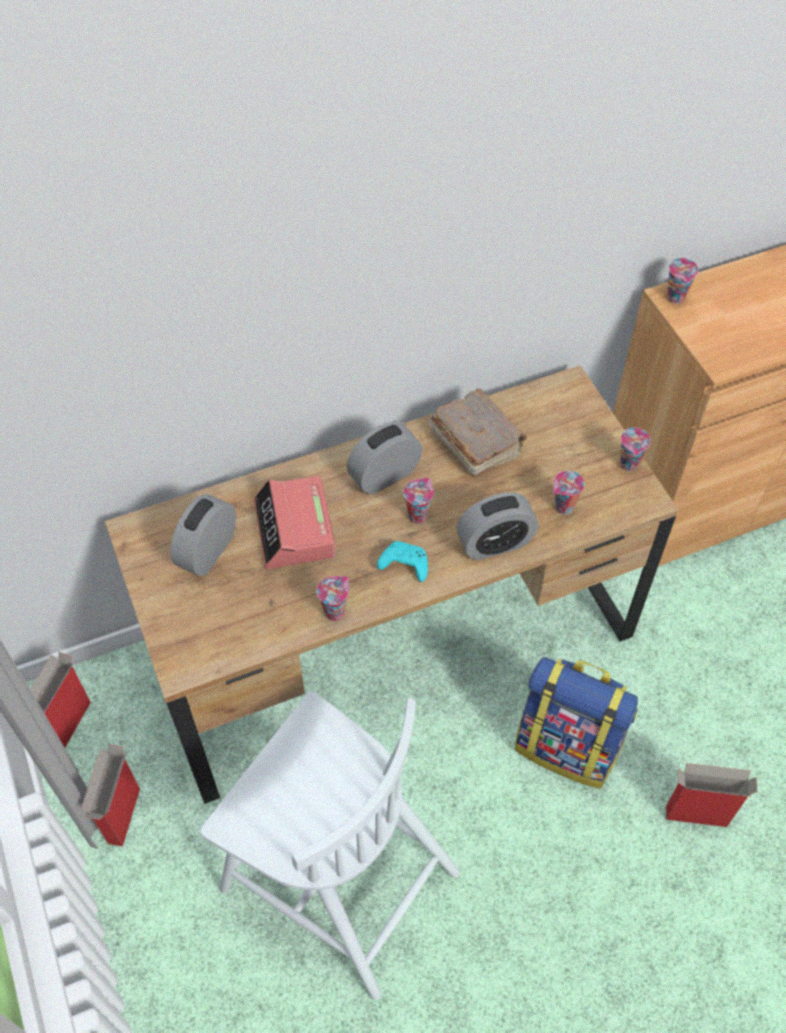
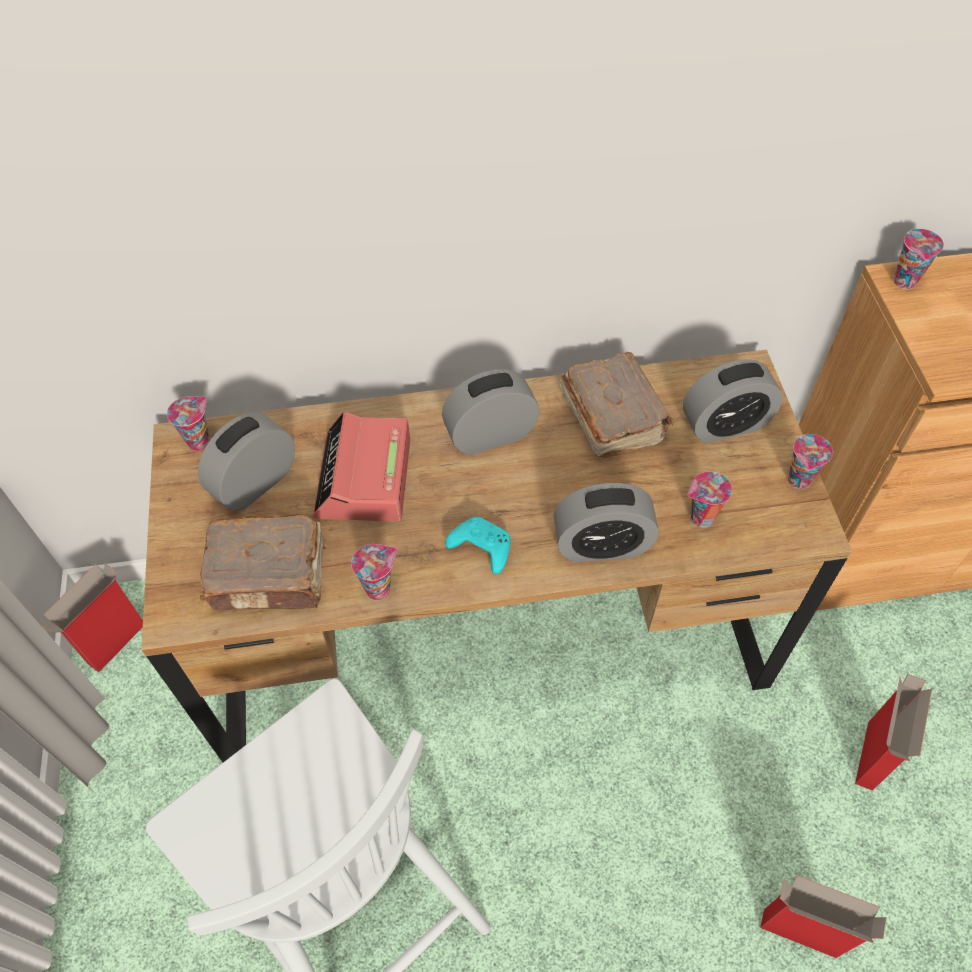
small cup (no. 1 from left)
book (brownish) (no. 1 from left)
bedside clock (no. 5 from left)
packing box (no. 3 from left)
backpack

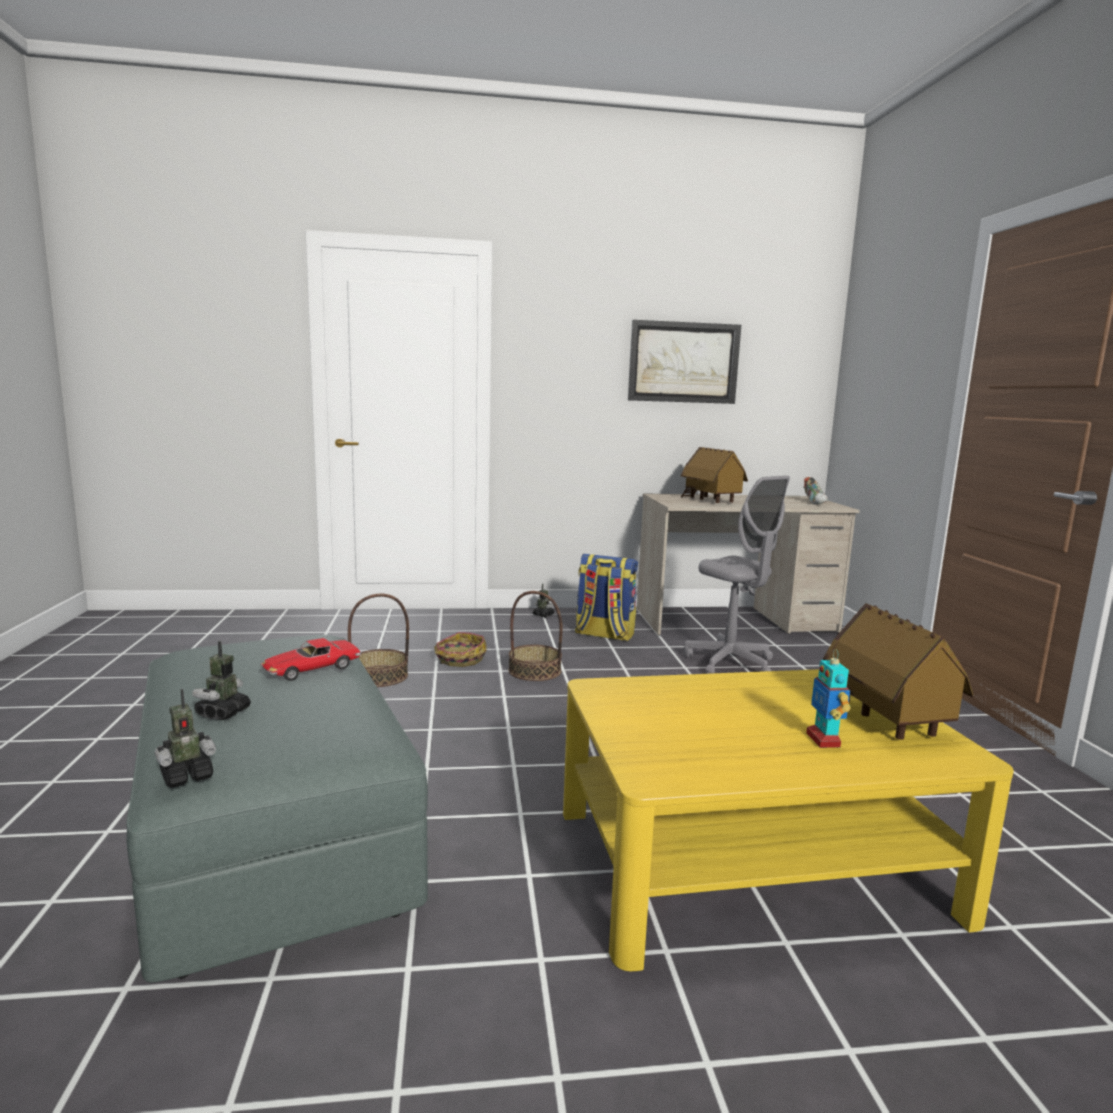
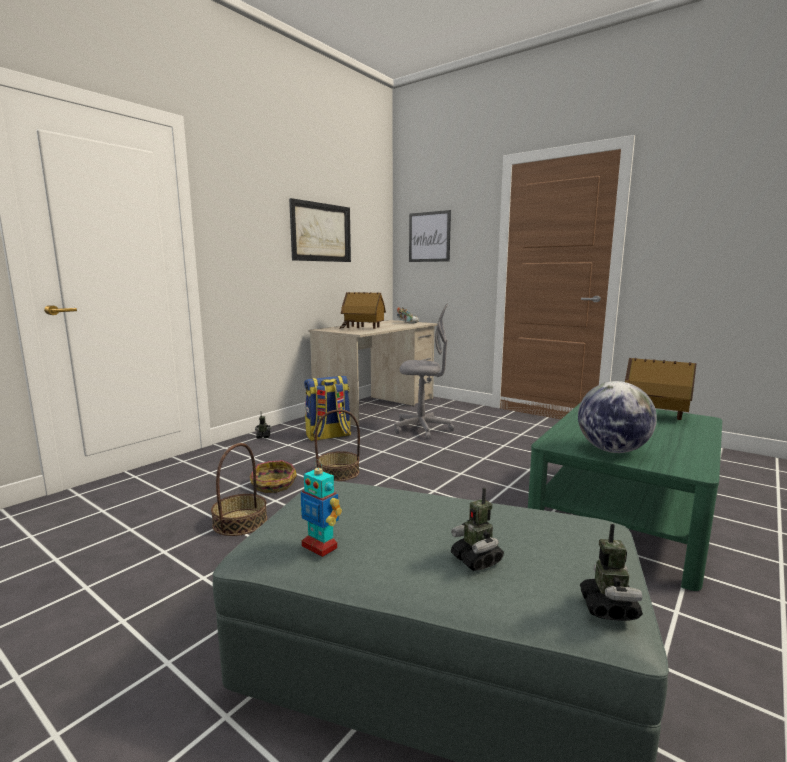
robot figure (no. 2 from left)
wall art (no. 2 from left)
low table (green-coloured)
world globe
miniature car

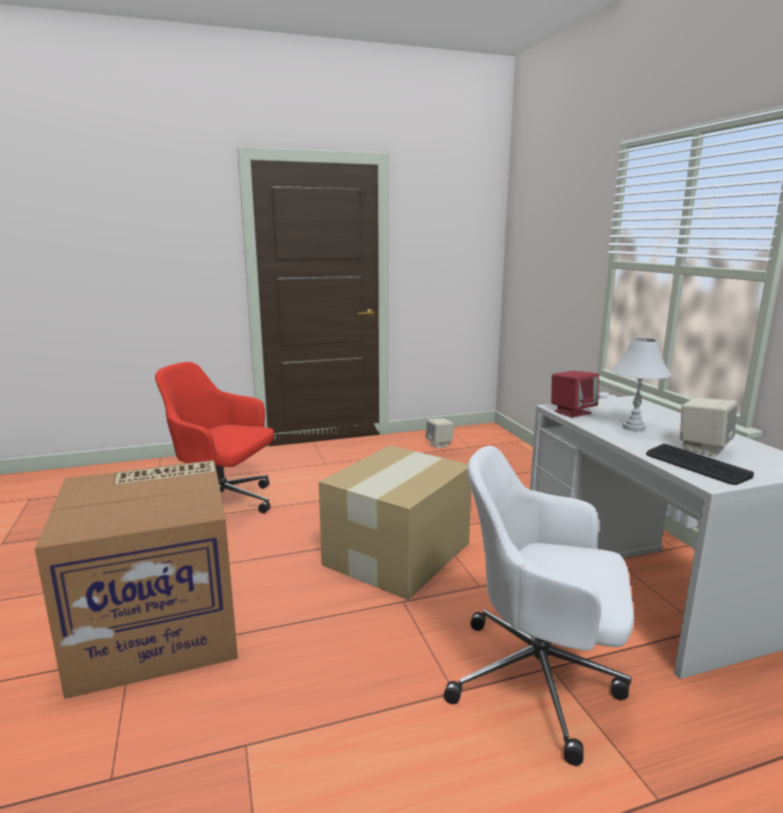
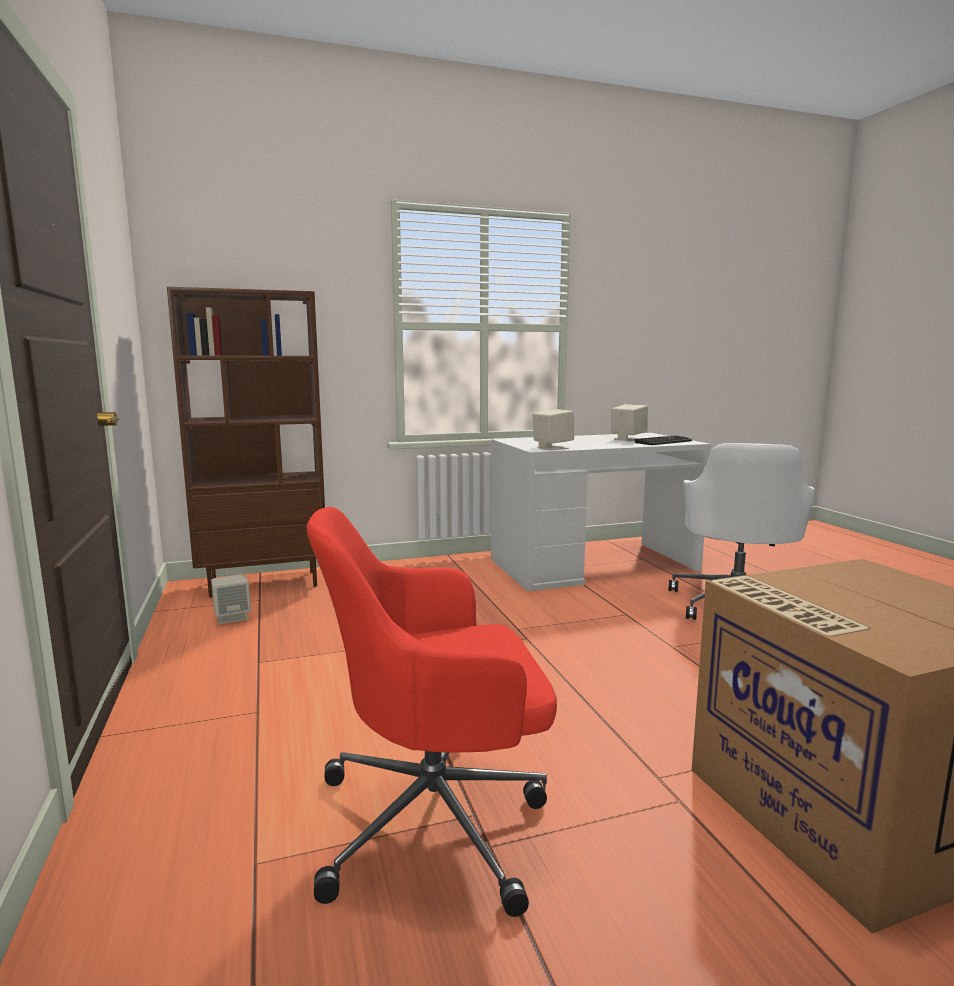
bookcase (brownish)
office chair (red-coloured)
audio speaker (beige) (no. 2 from left)
packing box (no. 2 from left in the first image)
table lamp (whitish)

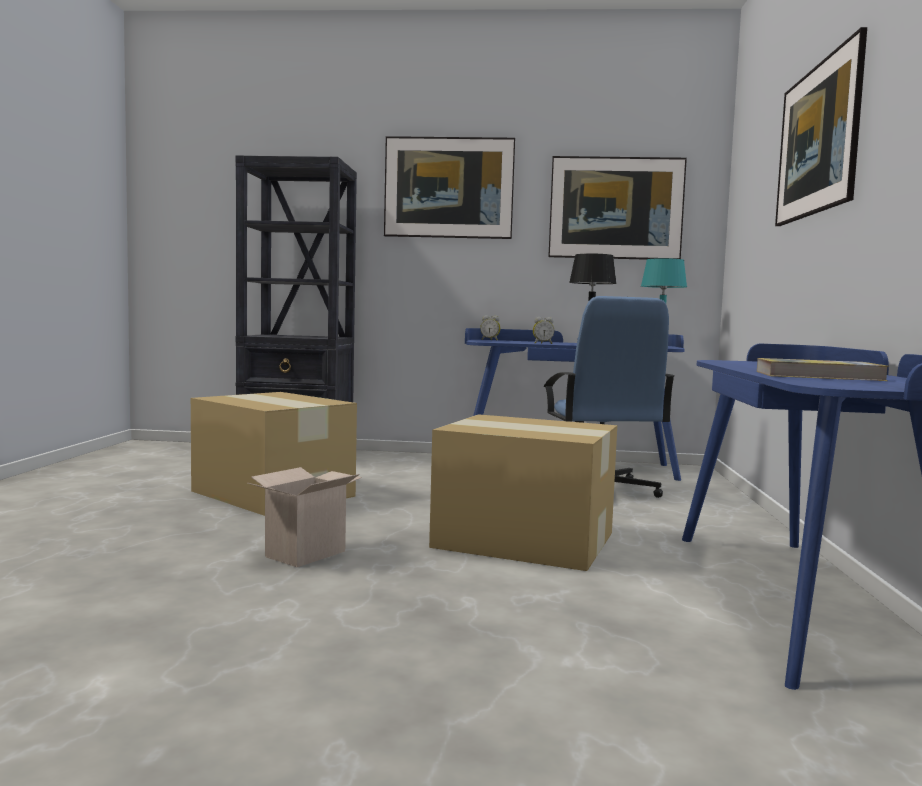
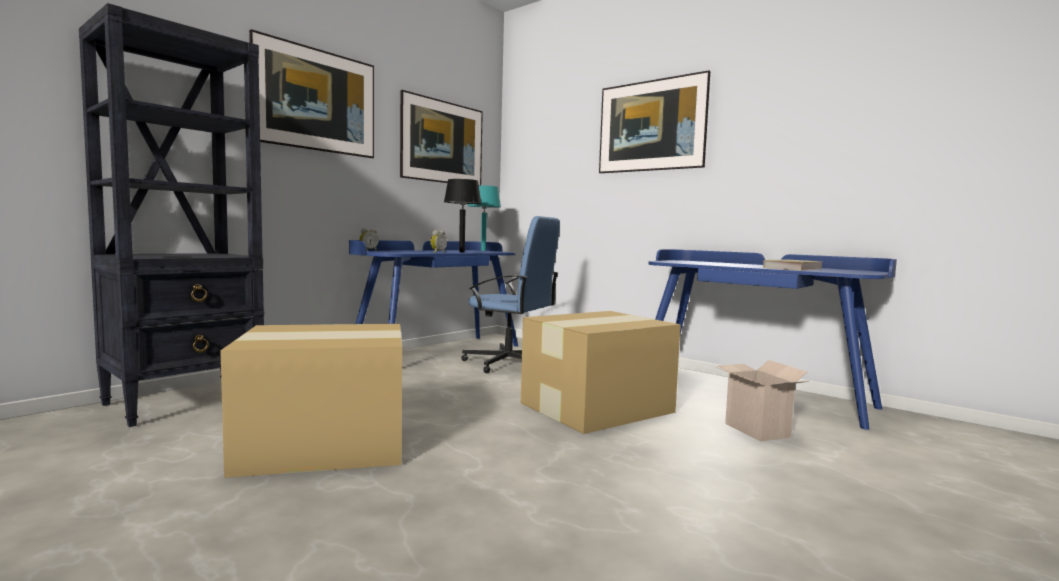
packing box (no. 3 from left)

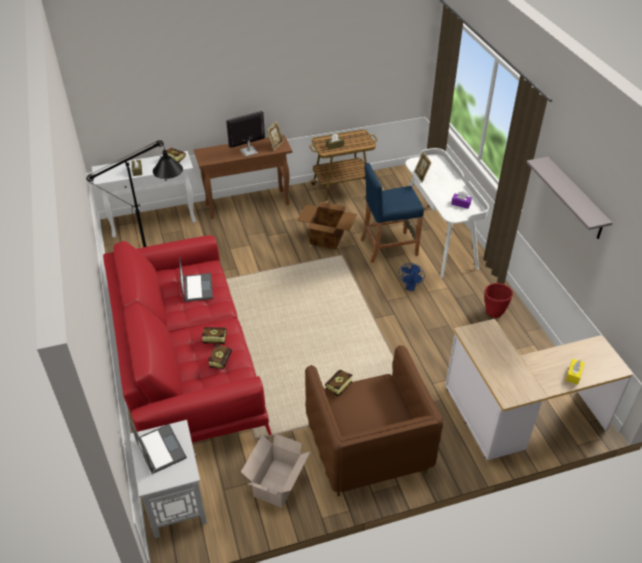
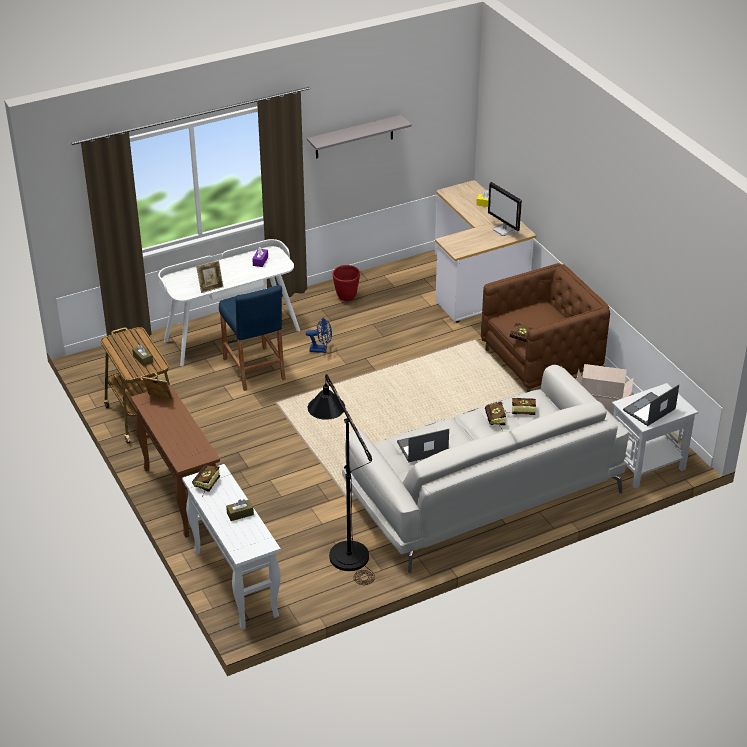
settee (whitish)
computer screen
packing box (no. 2 from left in the first image)

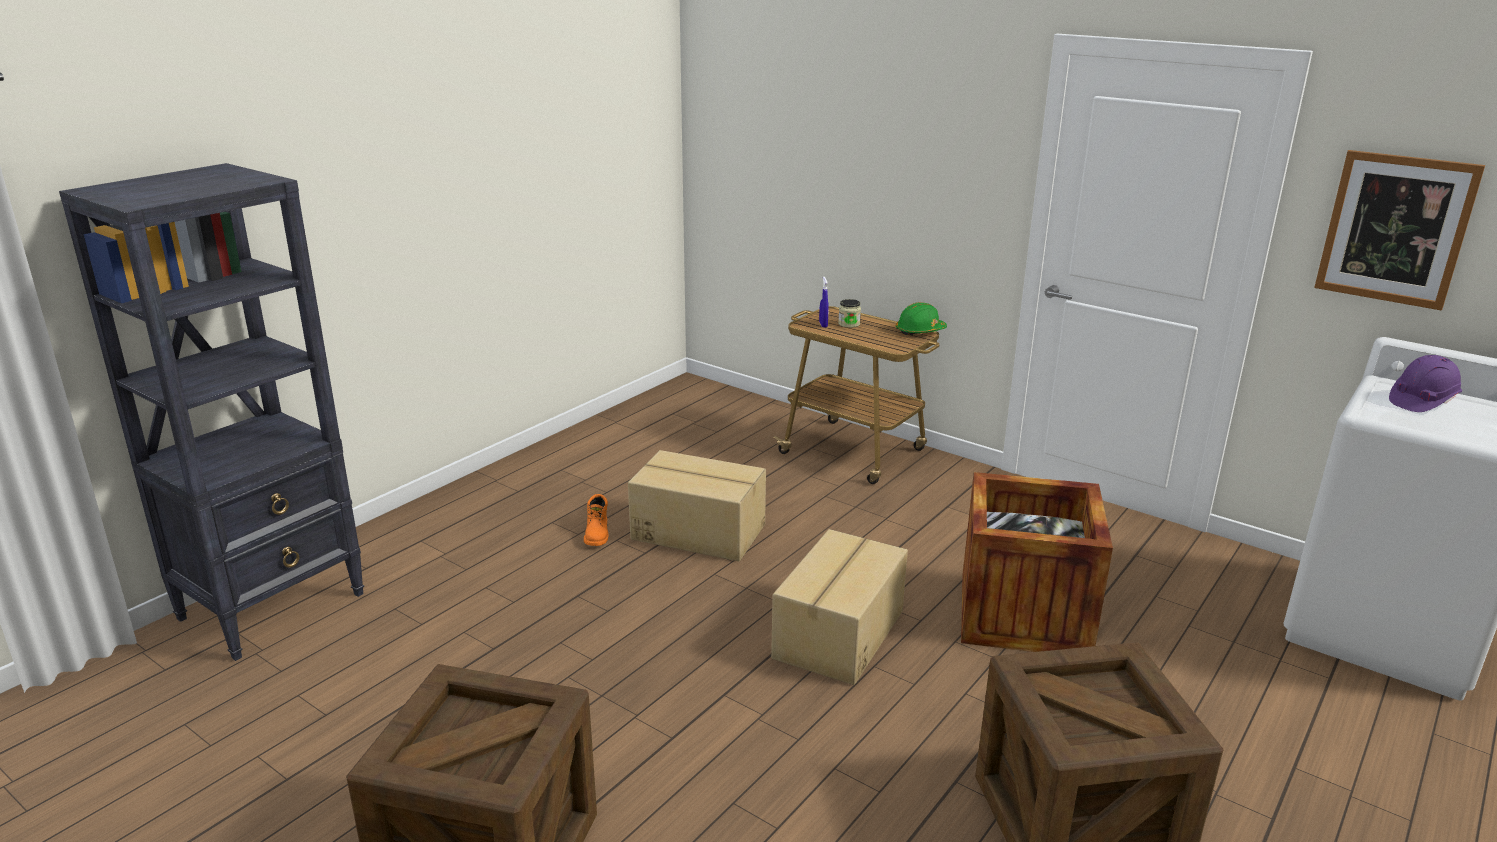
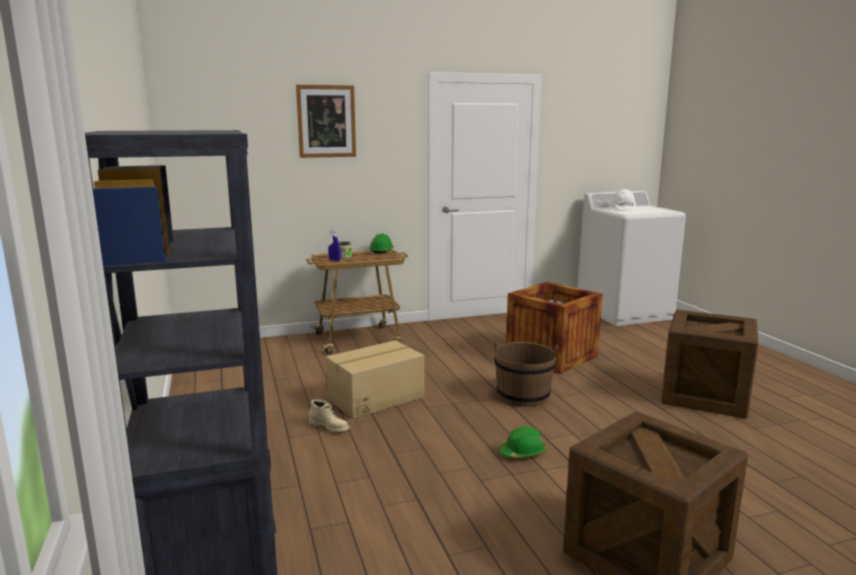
wall art
high-top boot (beige)
pail (brownish)
work helmet (green-coloured) (no. 2 from left)
work helmet (whitish)

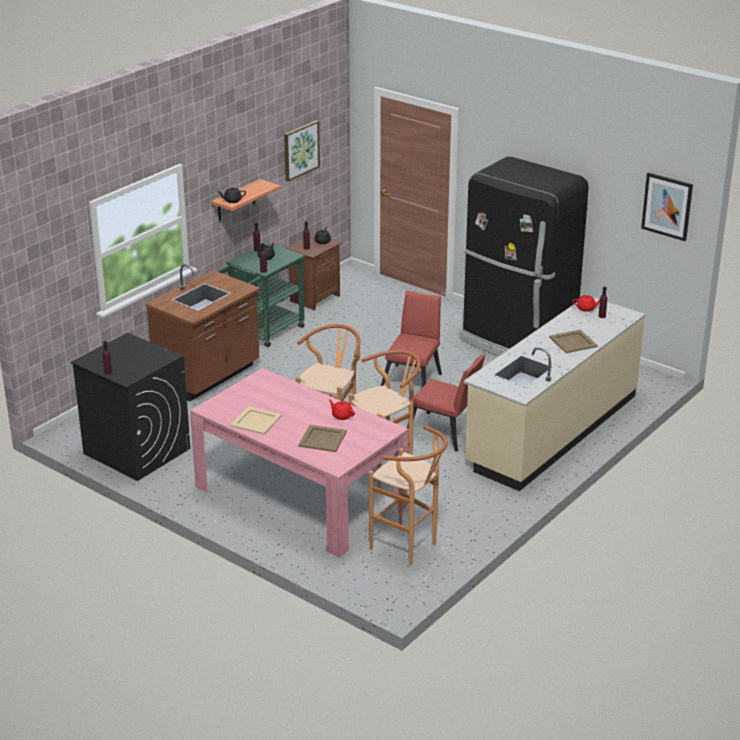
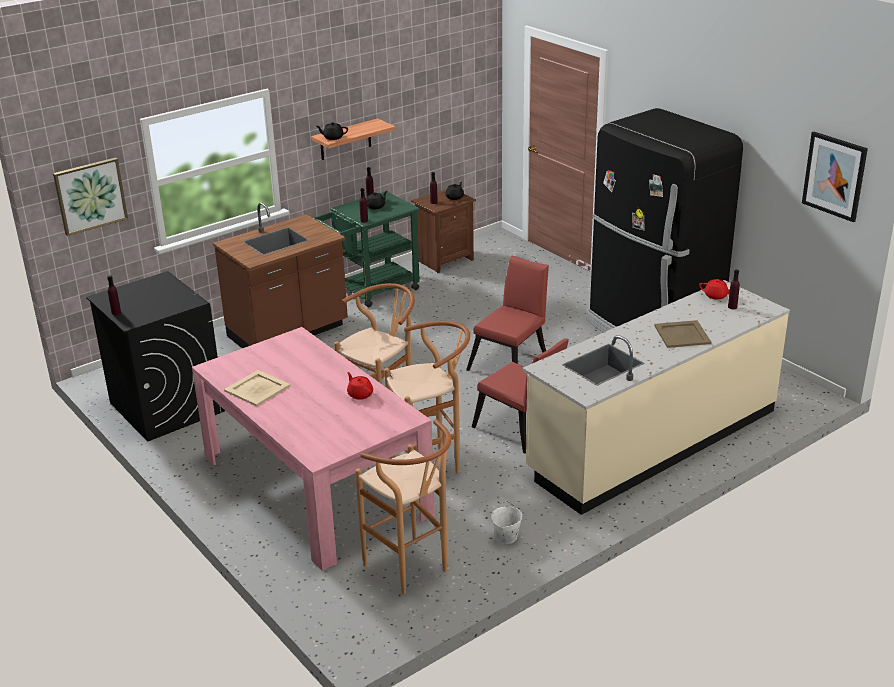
wall art (no. 1 from left)
pail (whitish)
carrying tray (beige) (no. 2 from left in the first image)

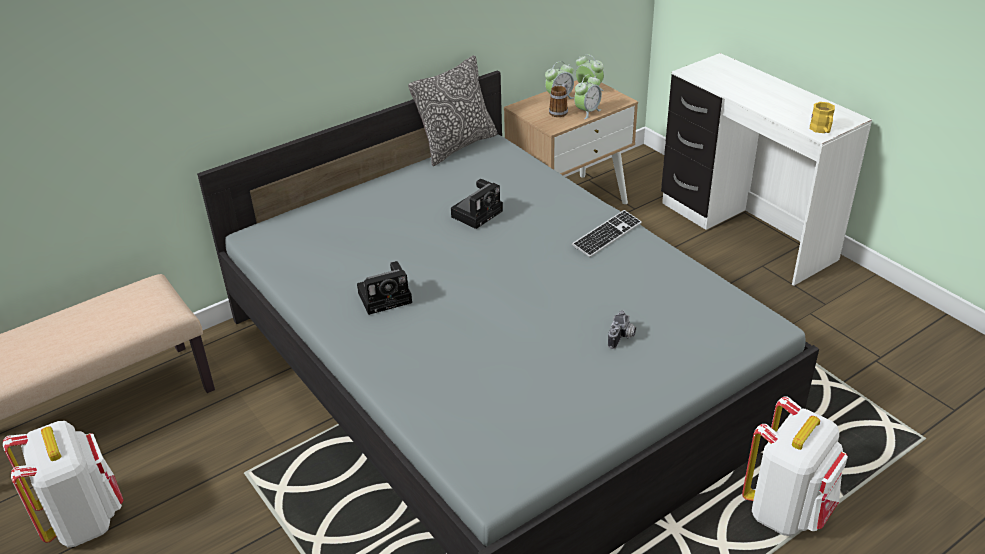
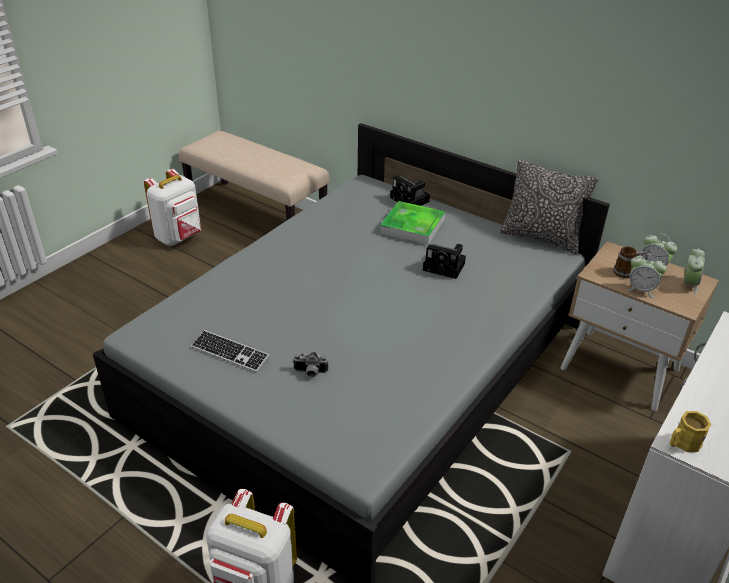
keyboard
carrying tray
photo camera (no. 2 from left)

